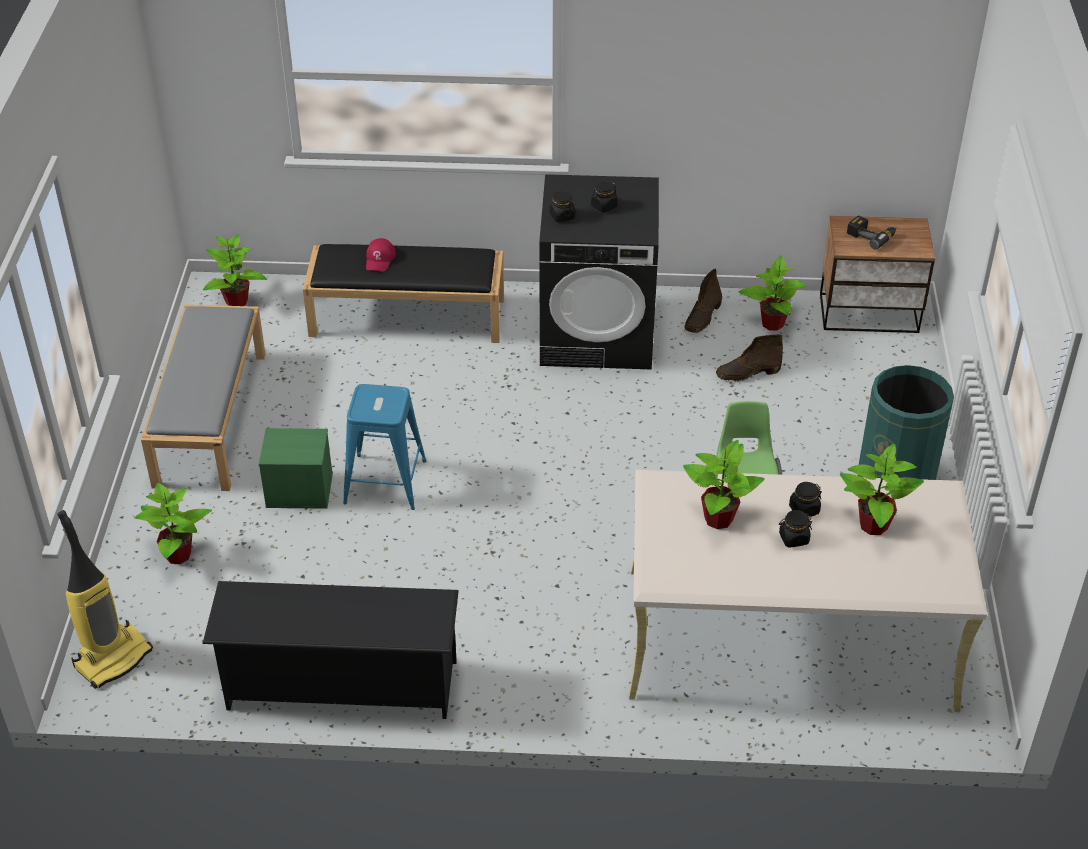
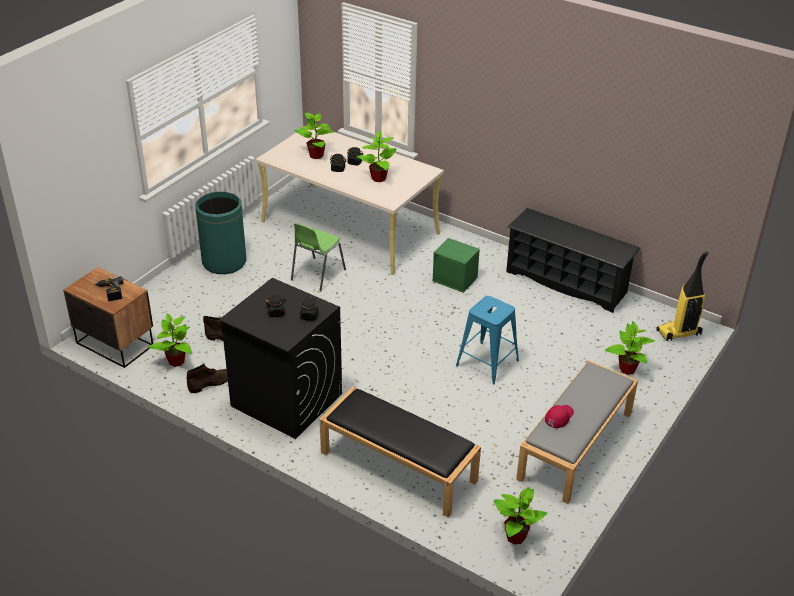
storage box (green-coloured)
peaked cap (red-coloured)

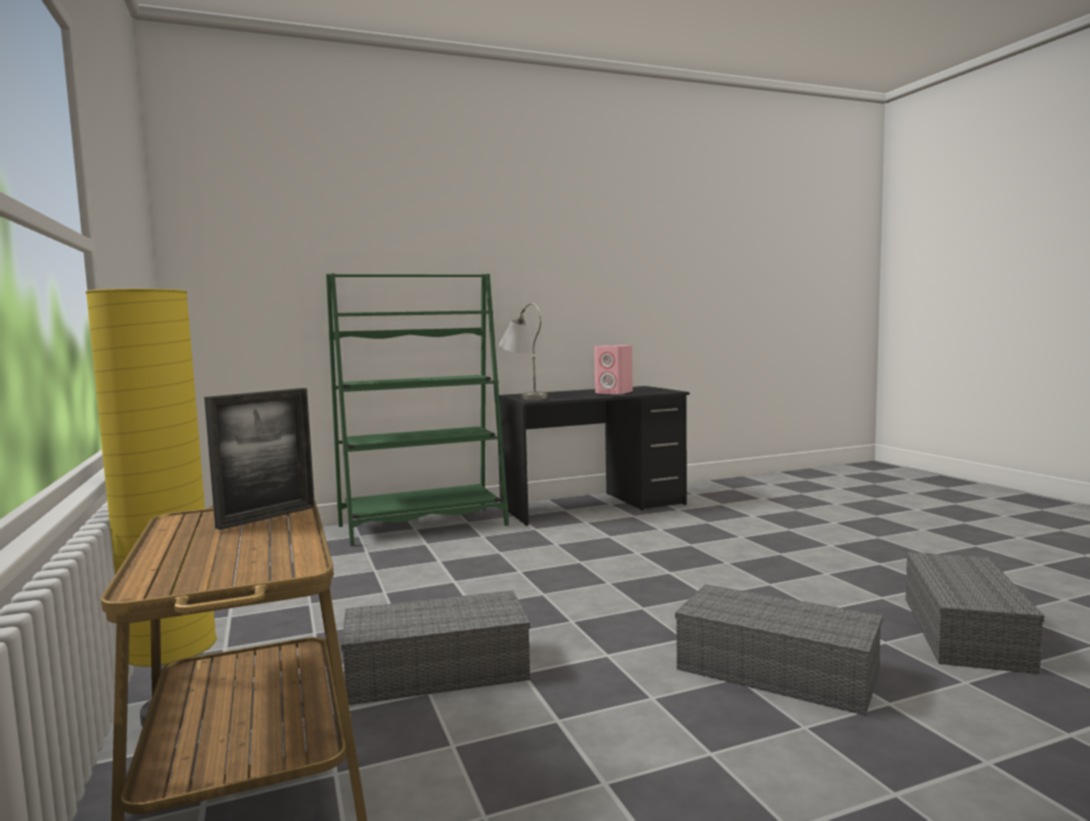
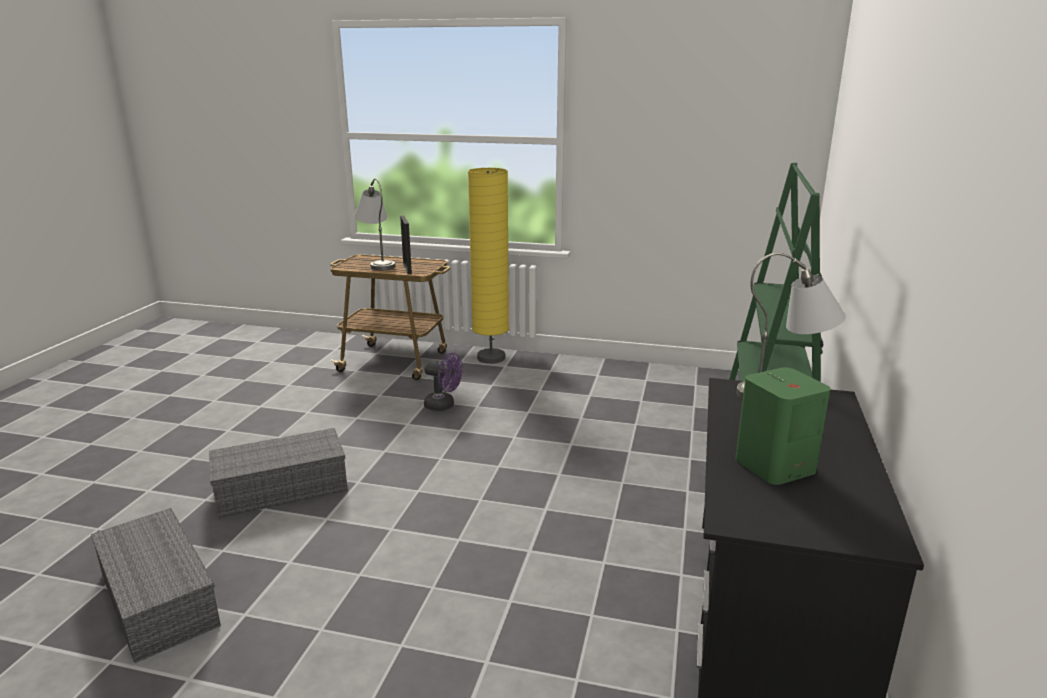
table lamp (greyish) (no. 1 from left)
cooling fan (purplish)
audio speaker (green-coloured)

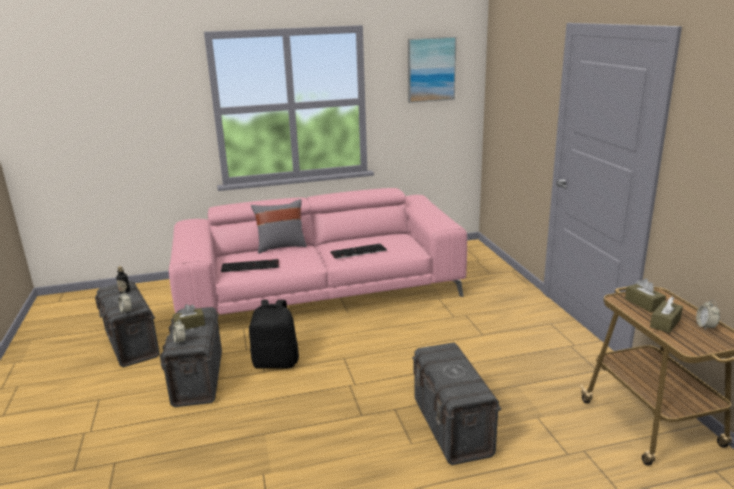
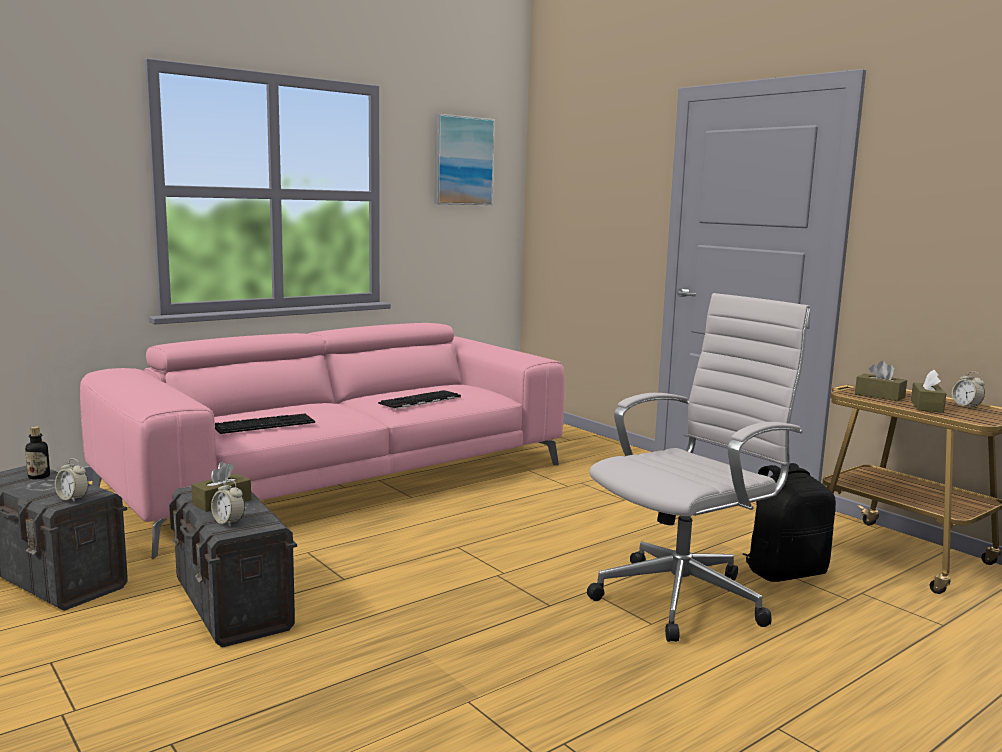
office chair (whitish)
backpack (black-coloured)
throw pillow (greyish)

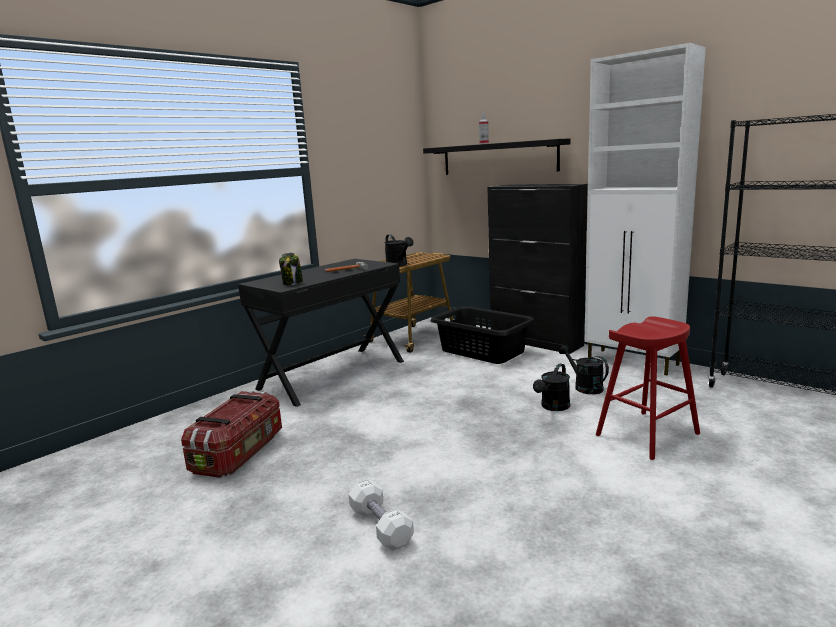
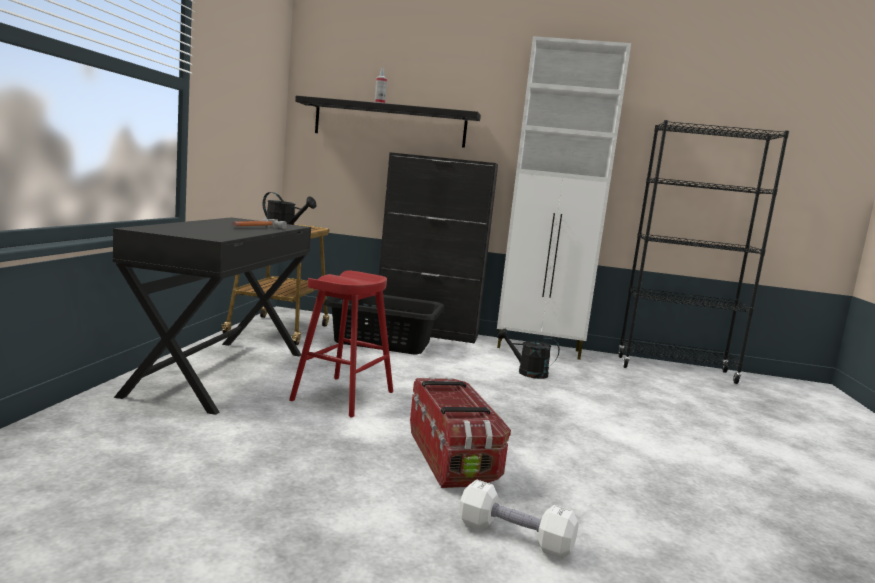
stool seat (red-coloured)
storage box
preserve jar
watering pot (black-coloured) (no. 2 from left in the first image)

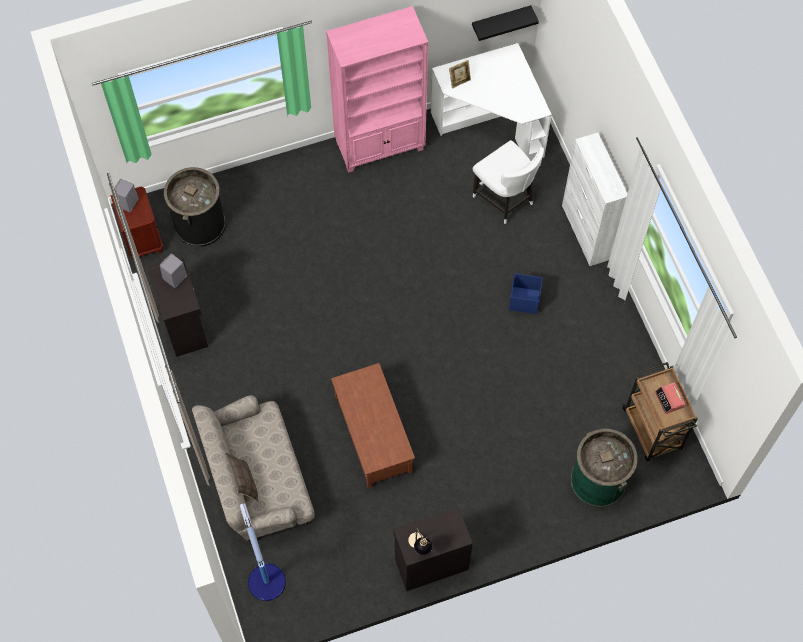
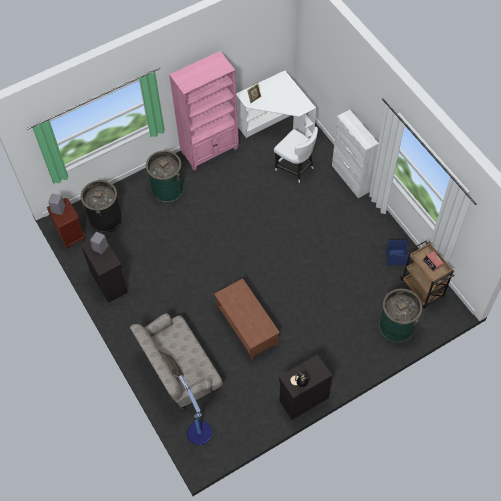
rubbish bin (green-coloured) (no. 1 from left)
storage box (bluish)
shelf (black-coloured)

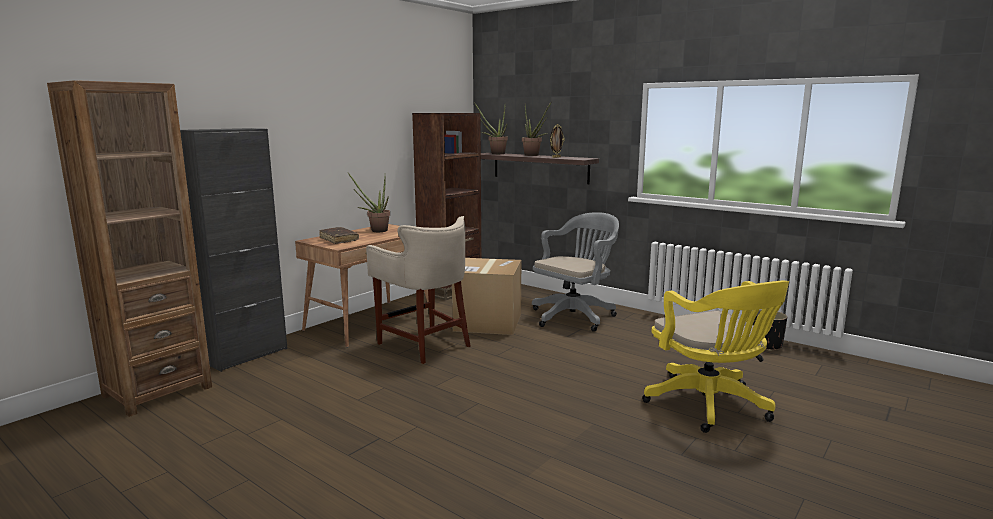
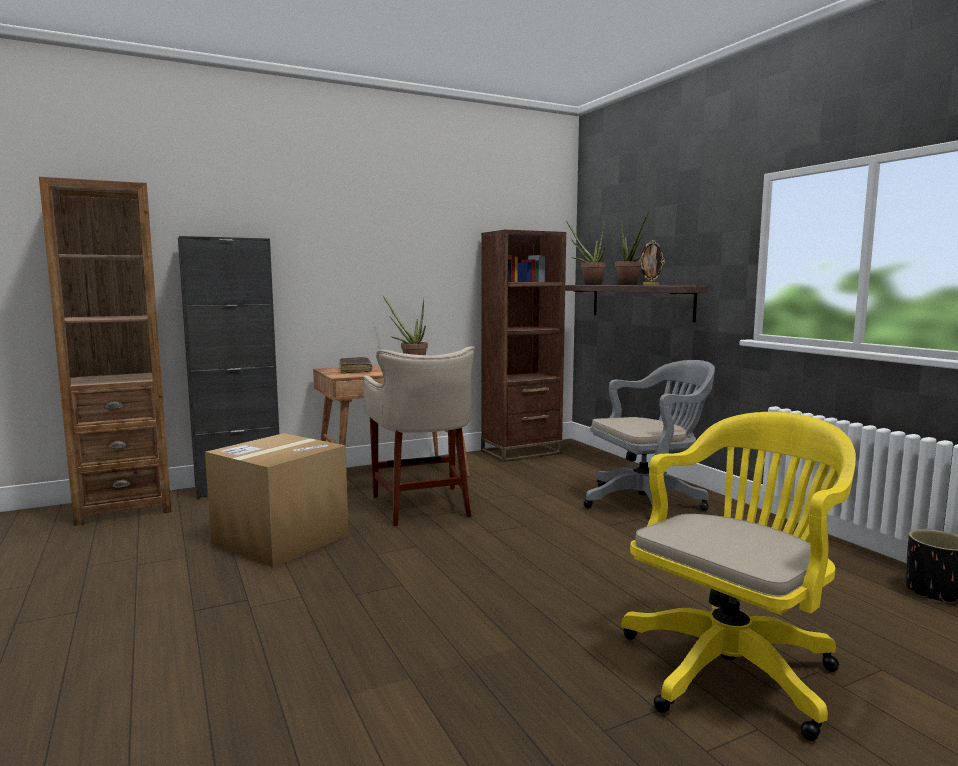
packing box
office chair (yellow-coloured)

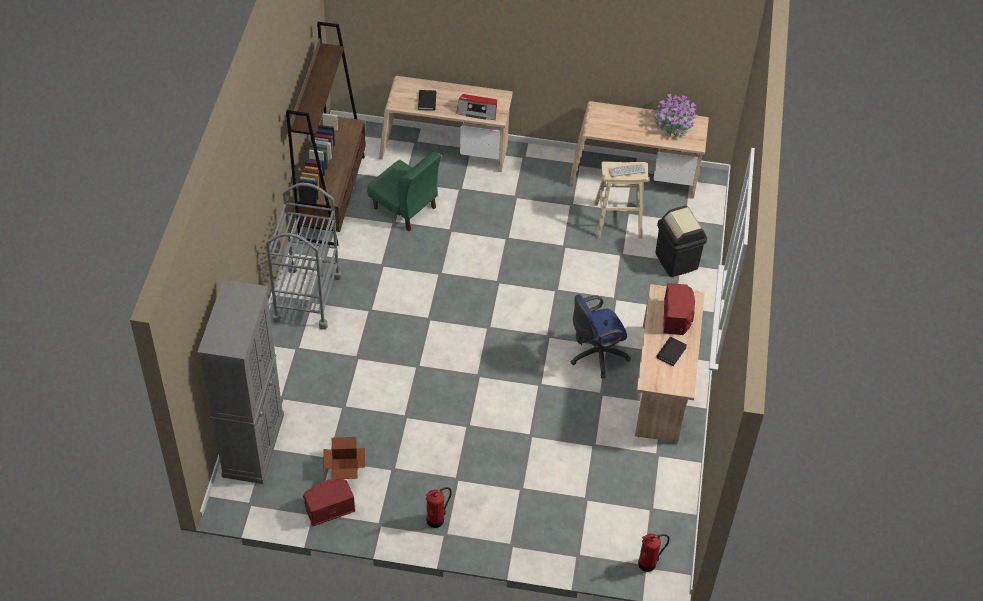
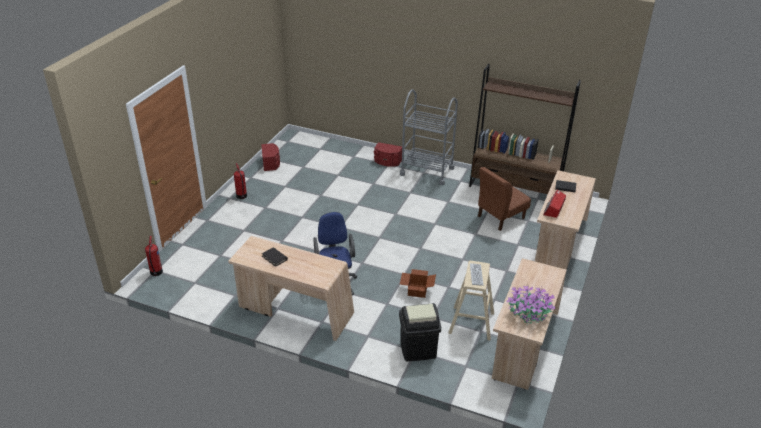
audio speaker (red-coloured) (no. 2 from left)
packing box
upright chair (brownish)
cupboard (greyish)

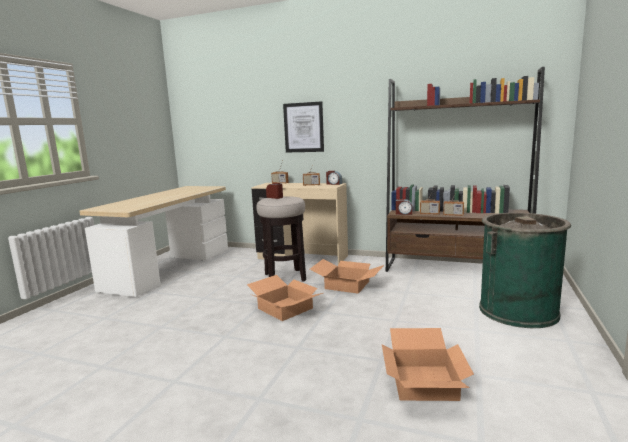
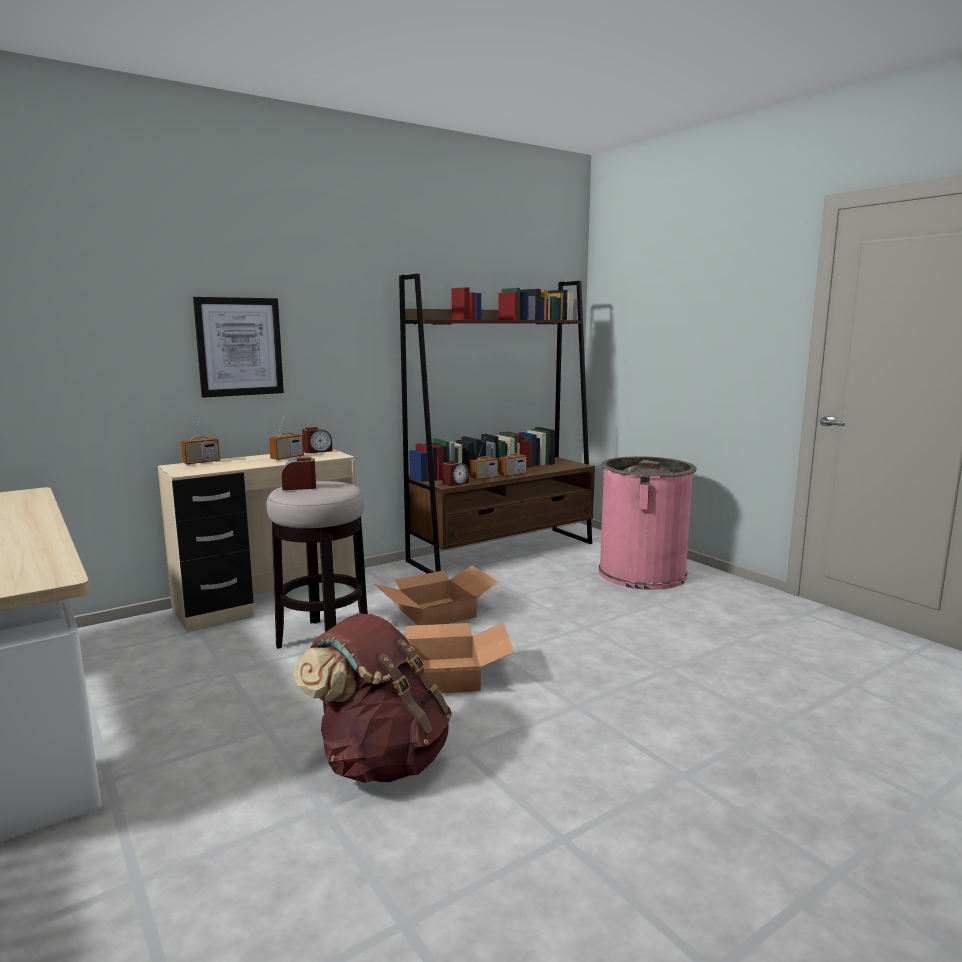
backpack (brownish)
rubbish bin (pinkish)
packing box (no. 3 from left in the first image)

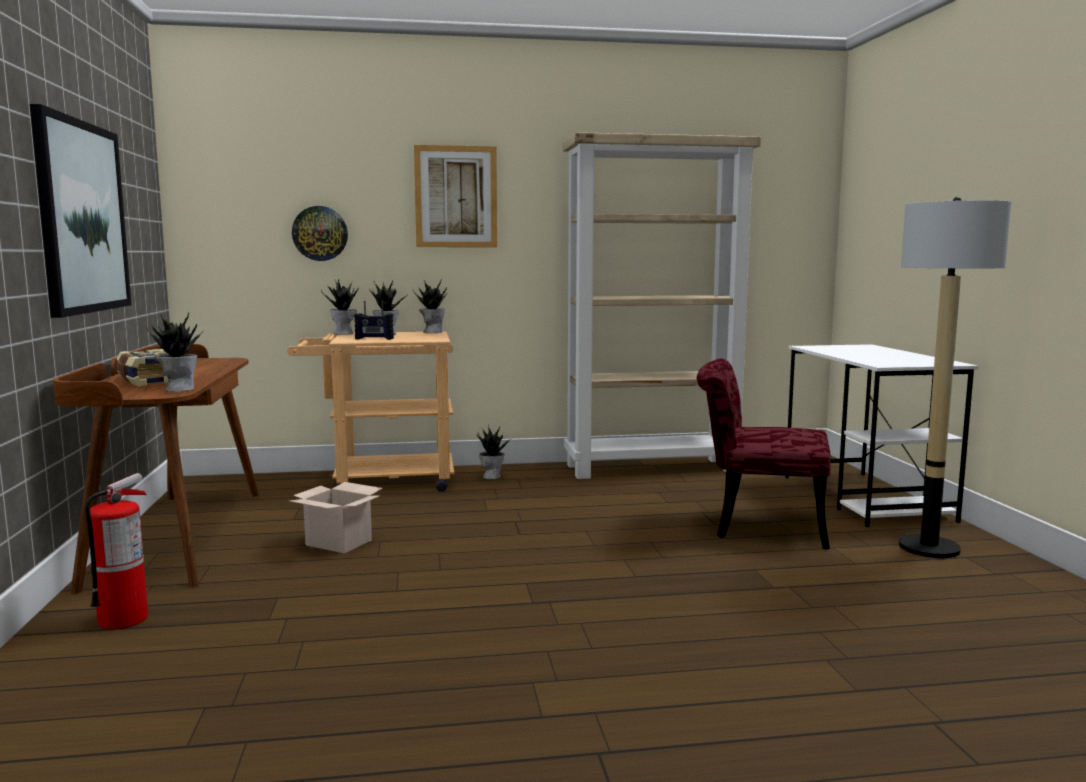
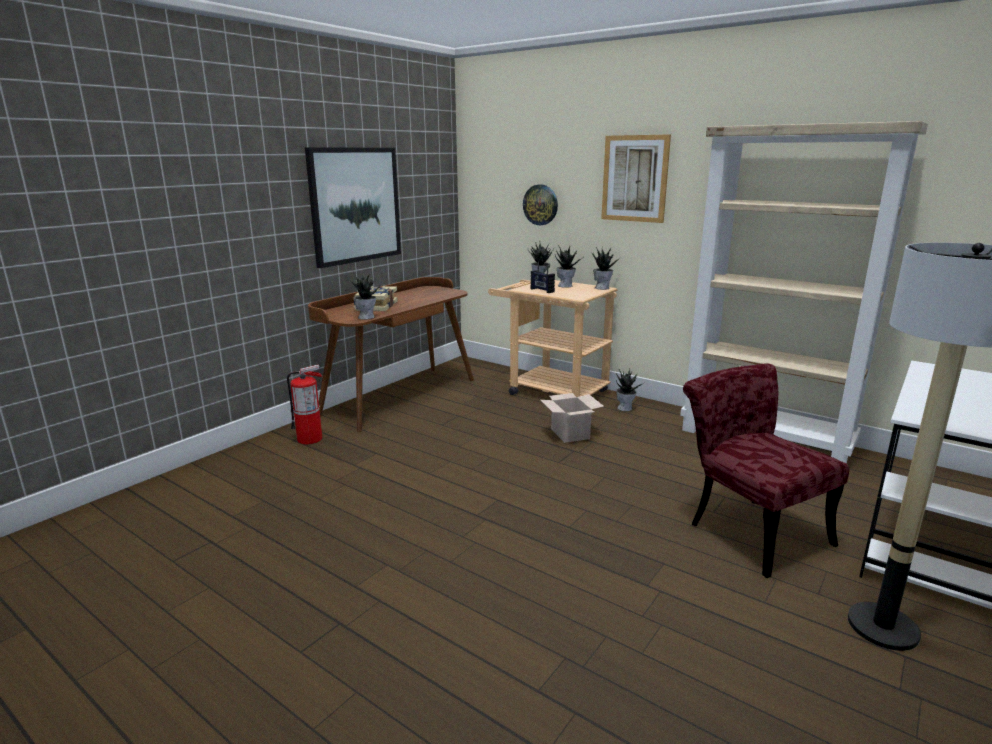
packing box

